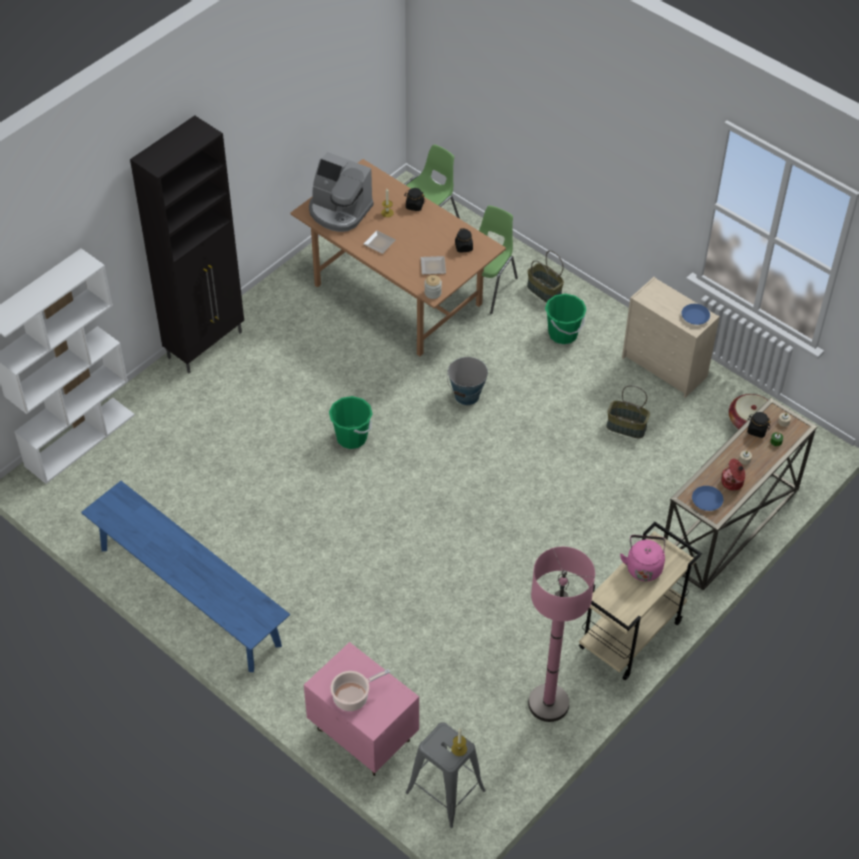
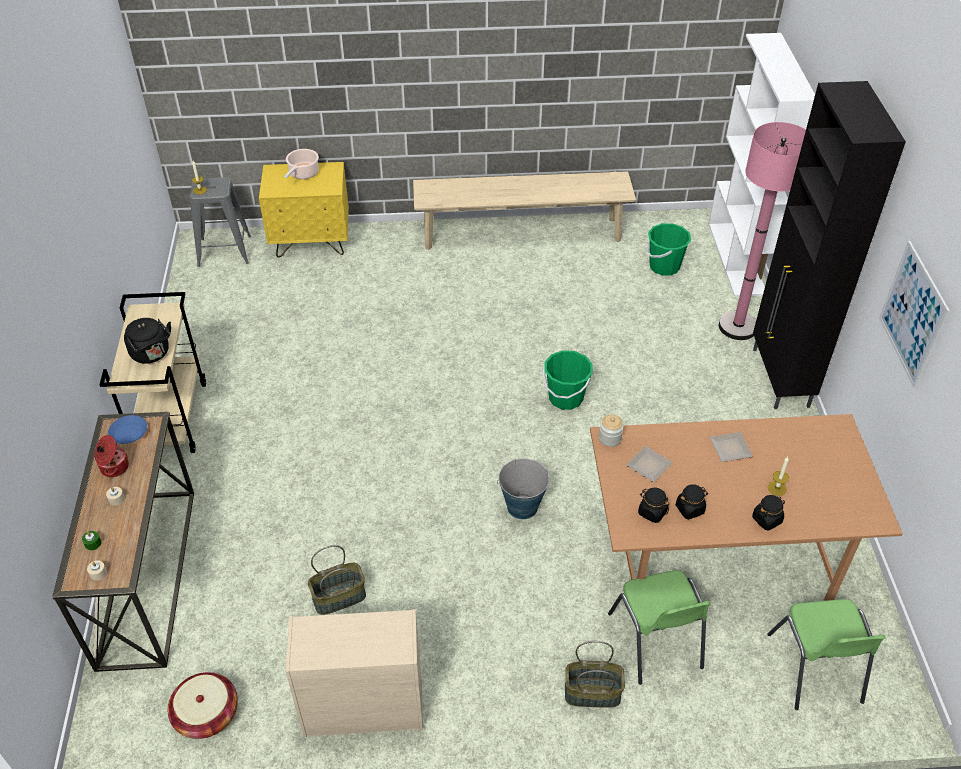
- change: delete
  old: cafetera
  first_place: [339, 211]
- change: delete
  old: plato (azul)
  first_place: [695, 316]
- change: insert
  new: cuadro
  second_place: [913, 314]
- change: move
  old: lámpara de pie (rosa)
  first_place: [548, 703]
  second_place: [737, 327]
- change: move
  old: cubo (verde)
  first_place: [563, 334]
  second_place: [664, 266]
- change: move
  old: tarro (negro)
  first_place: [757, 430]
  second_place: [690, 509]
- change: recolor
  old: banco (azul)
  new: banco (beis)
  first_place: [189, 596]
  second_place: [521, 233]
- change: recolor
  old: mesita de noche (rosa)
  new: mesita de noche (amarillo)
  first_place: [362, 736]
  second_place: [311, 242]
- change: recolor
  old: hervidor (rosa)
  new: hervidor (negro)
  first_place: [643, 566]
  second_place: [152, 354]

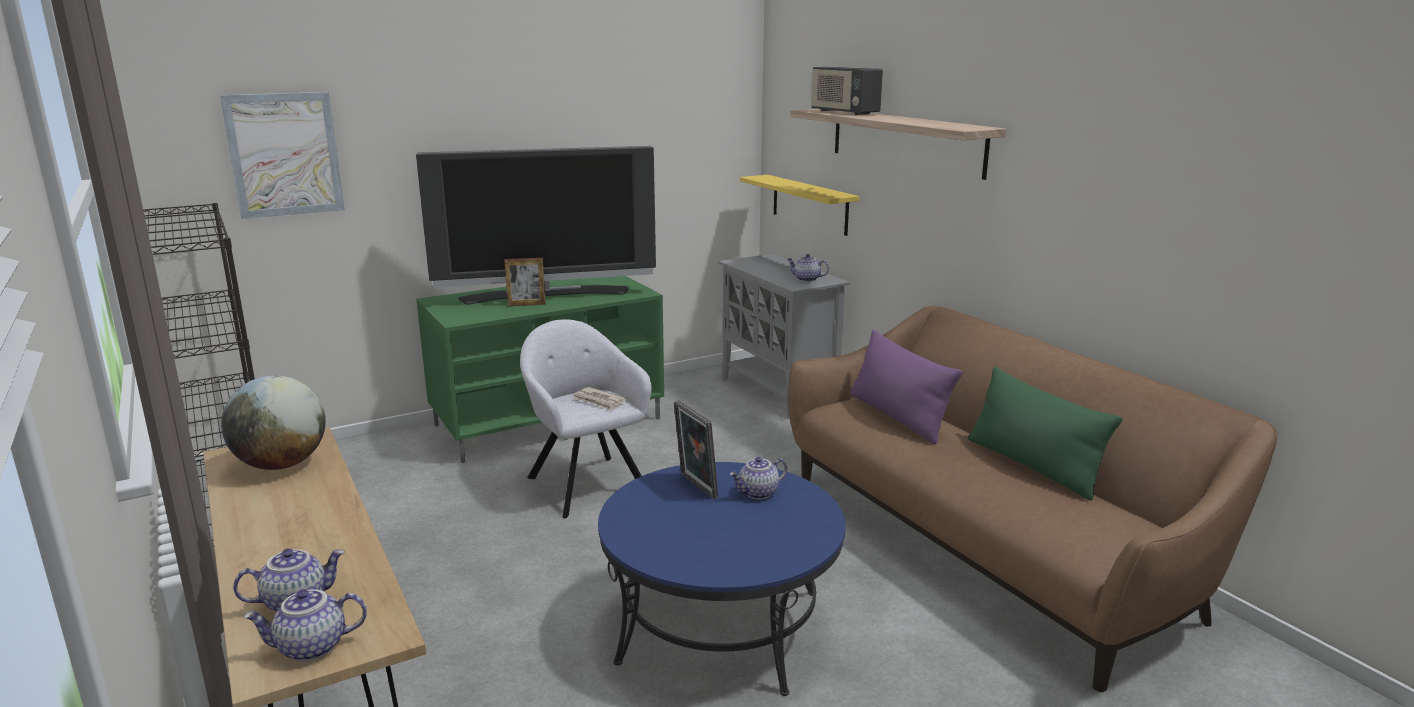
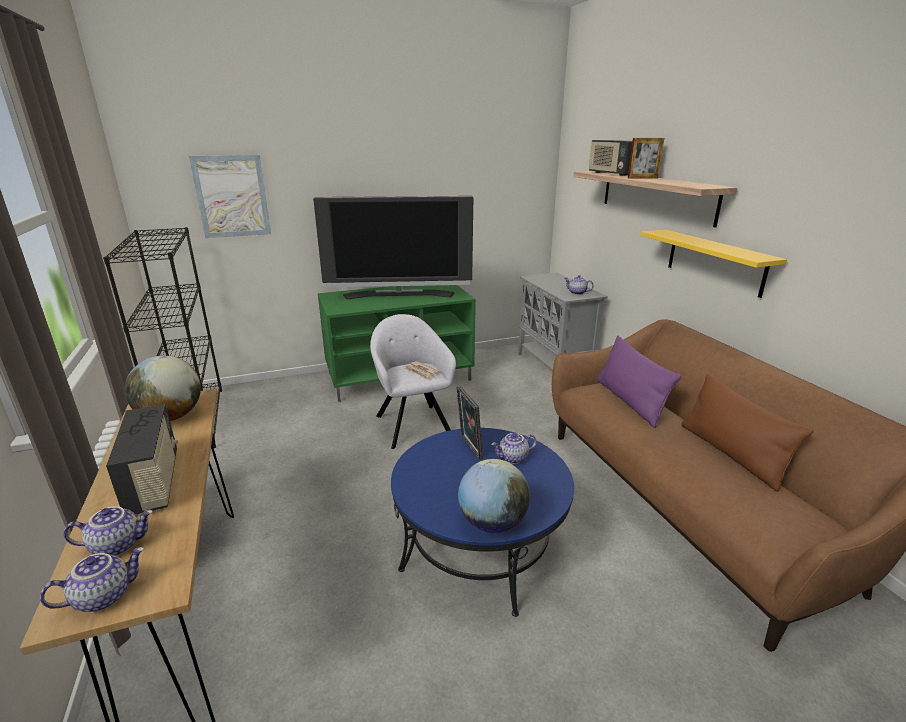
- change: insert
  new: radio
  second_place: [155, 482]
- change: insert
  new: globo terráqueo
  second_place: [492, 522]
- change: move
  old: portarretratos
  first_place: [526, 304]
  second_place: [642, 178]
- change: move
  old: estante (amarillo)
  first_place: [809, 204]
  second_place: [714, 262]
- change: recolor
  old: cojín (verde)
  new: cojín (marrón)
  first_place: [1032, 466]
  second_place: [731, 454]
- change: rotate
  old: tetera
  first_place: [311, 648]
  second_place: [104, 596]
  degrees: 150

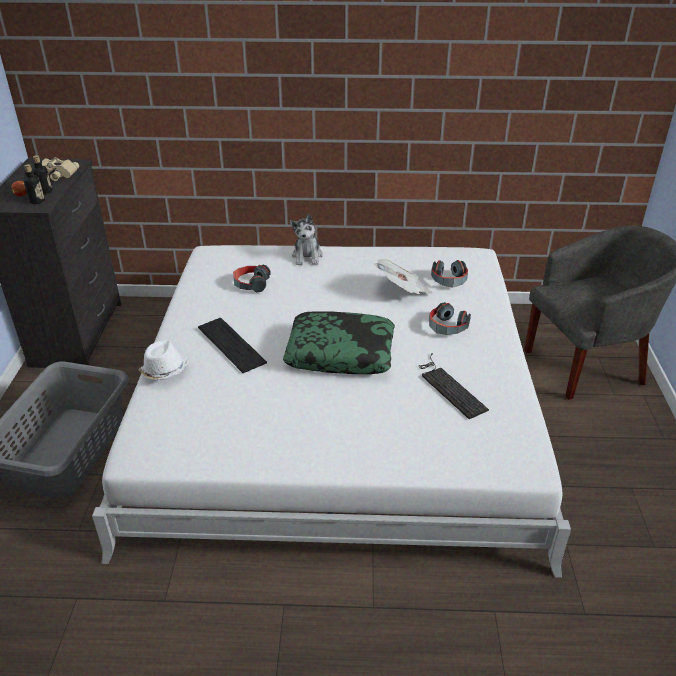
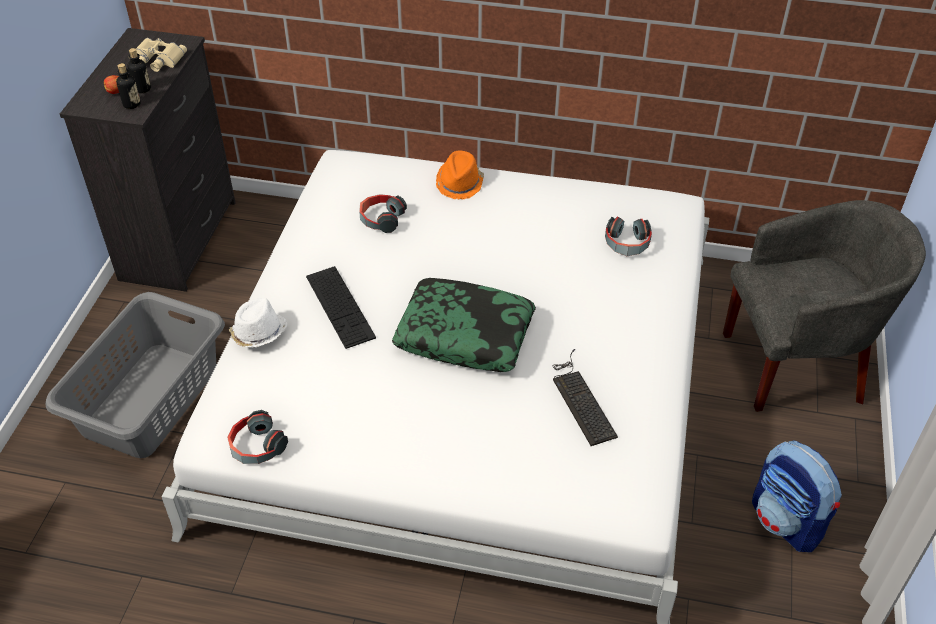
- change: delete
  old: periódico
  first_place: [402, 291]
- change: insert
  new: mochila
  second_place: [787, 522]
- change: move
  old: auriculares
  first_place: [447, 327]
  second_place: [256, 446]
- change: replace
  old: peluche
  new: sombrero (naranja)
  first_place: [307, 256]
  second_place: [460, 183]

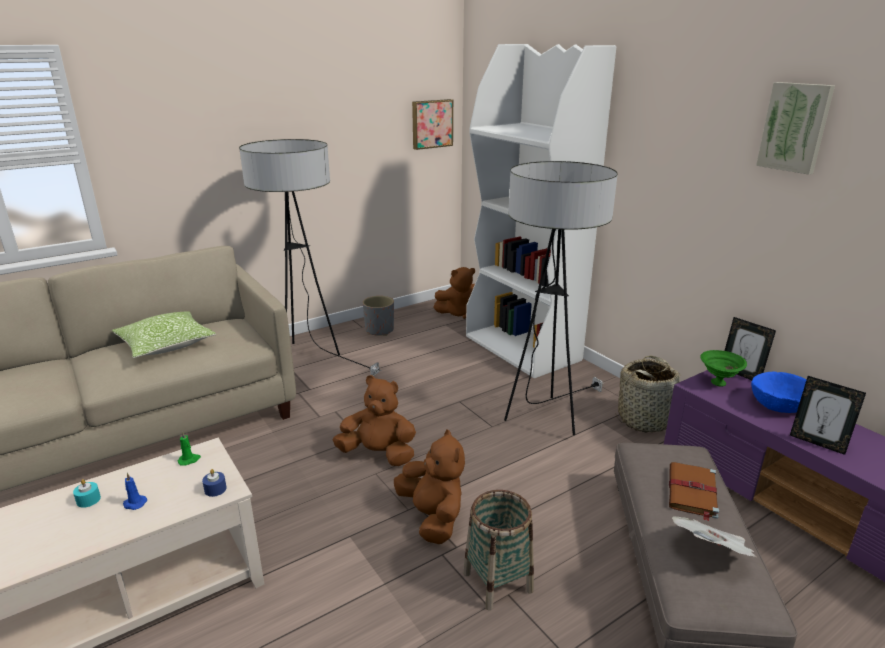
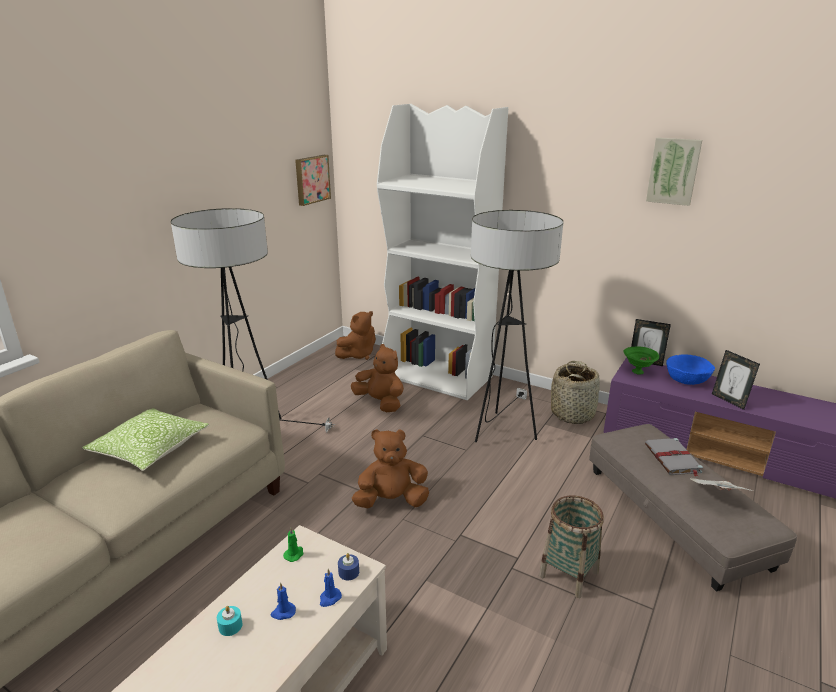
- change: delete
  old: maceta (gris)
  first_place: [379, 330]
- change: insert
  new: vela (azul)
  second_place: [329, 598]
- change: move
  old: peluche (marrón)
  first_place: [433, 517]
  second_place: [380, 403]
- change: recolor
  old: libro (marrón)
  new: libro (gris)
  first_place: [692, 492]
  second_place: [673, 459]
- change: rotate
  old: portarretratos
  first_place: [817, 443]
  second_place: [729, 401]
  degrees: 45

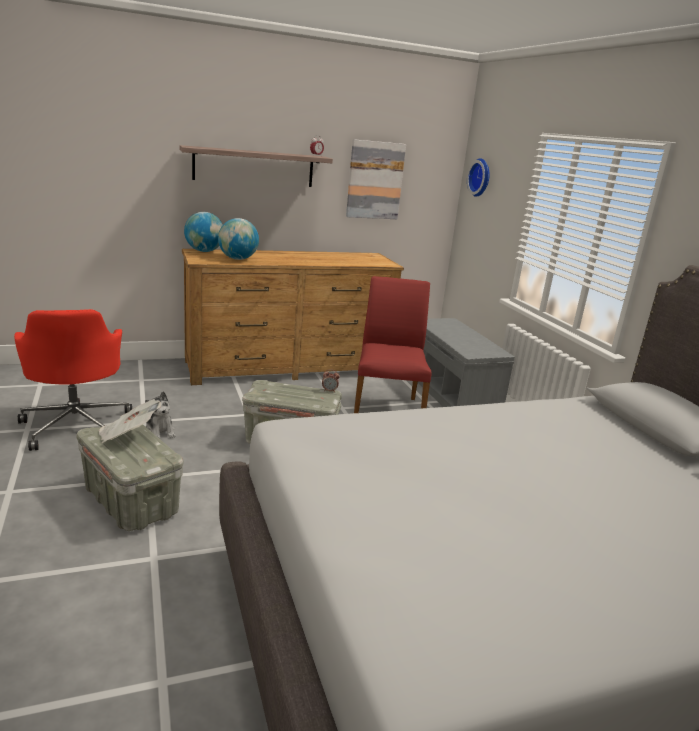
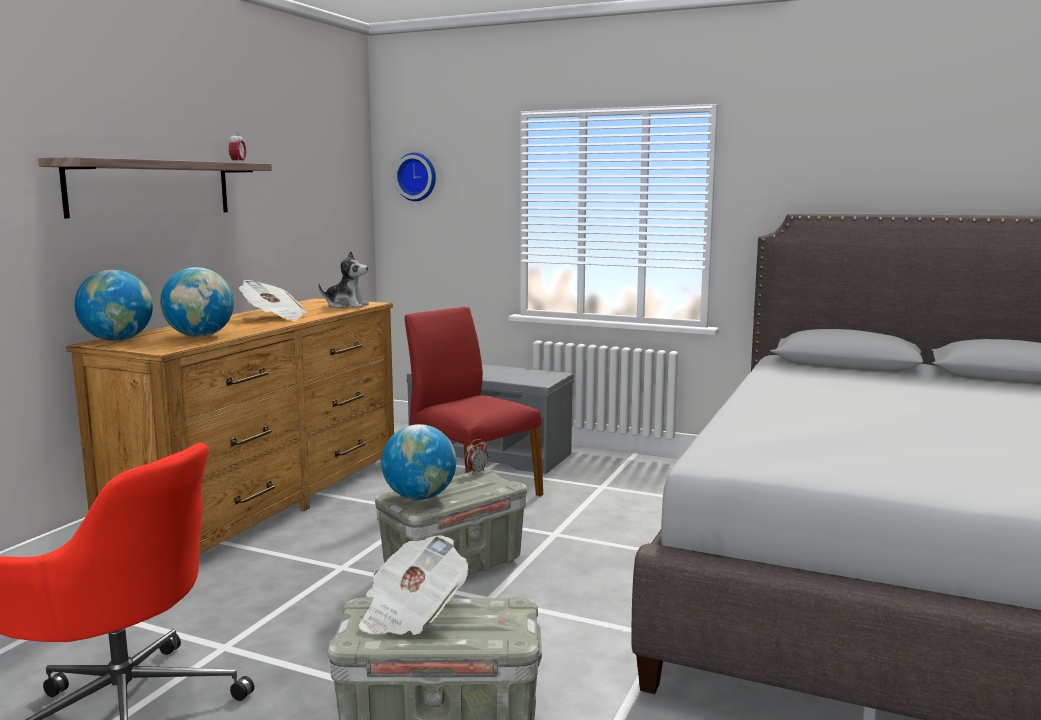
- change: delete
  old: cuadro
  first_place: [375, 180]
- change: insert
  new: periódico
  second_place: [274, 318]
- change: insert
  new: globo terráqueo
  second_place: [419, 497]
- change: move
  old: peluche
  first_place: [160, 432]
  second_place: [346, 306]

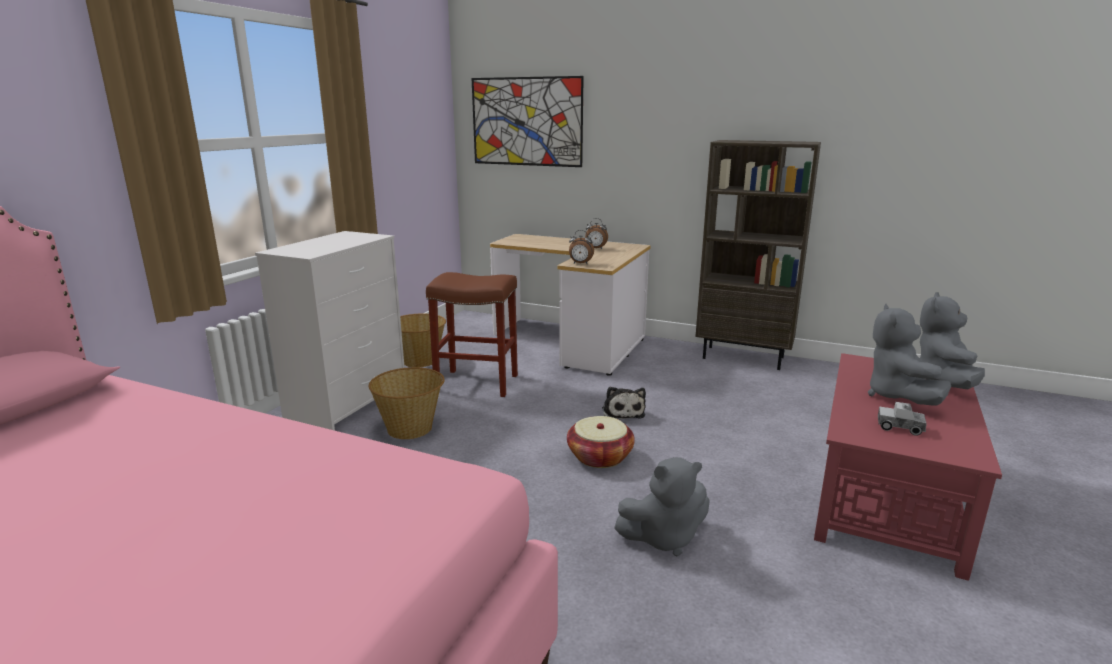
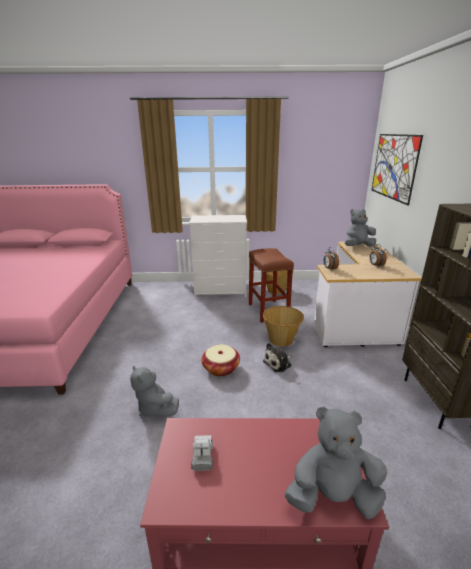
- change: move
  old: cesta
  first_place: [410, 428]
  second_place: [281, 339]
- change: move
  old: peluche (gris)
  first_place: [897, 396]
  second_place: [358, 247]

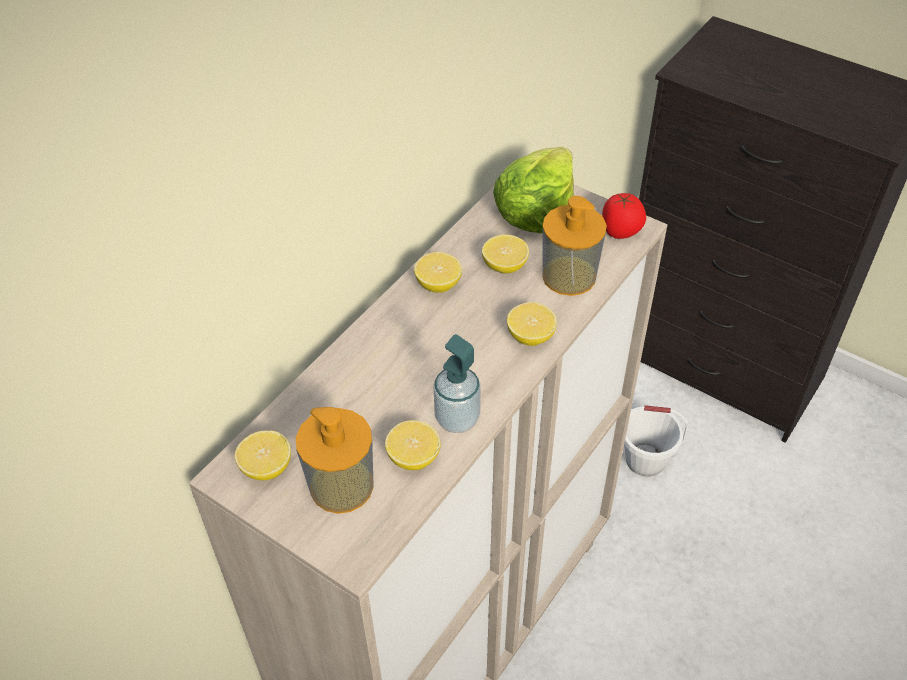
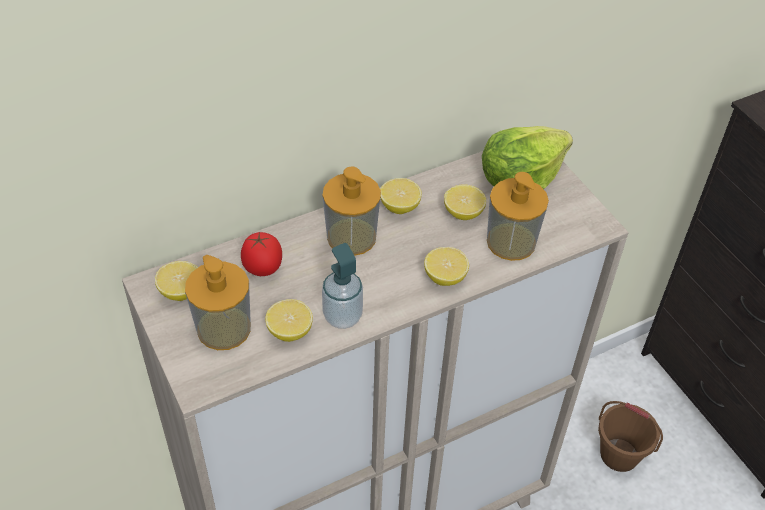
- change: insert
  new: dispensador de jabón
  second_place: [351, 237]
- change: move
  old: tomate
  first_place: [621, 232]
  second_place: [263, 269]
- change: recolor
  old: cubo (blanco)
  new: cubo (marrón)
  first_place: [645, 459]
  second_place: [619, 454]

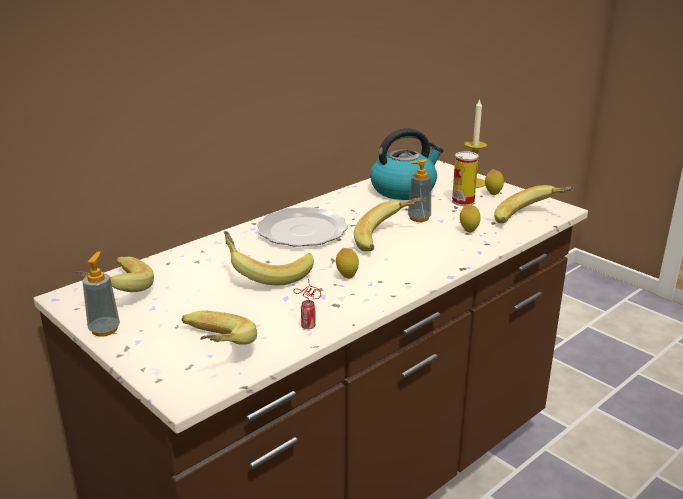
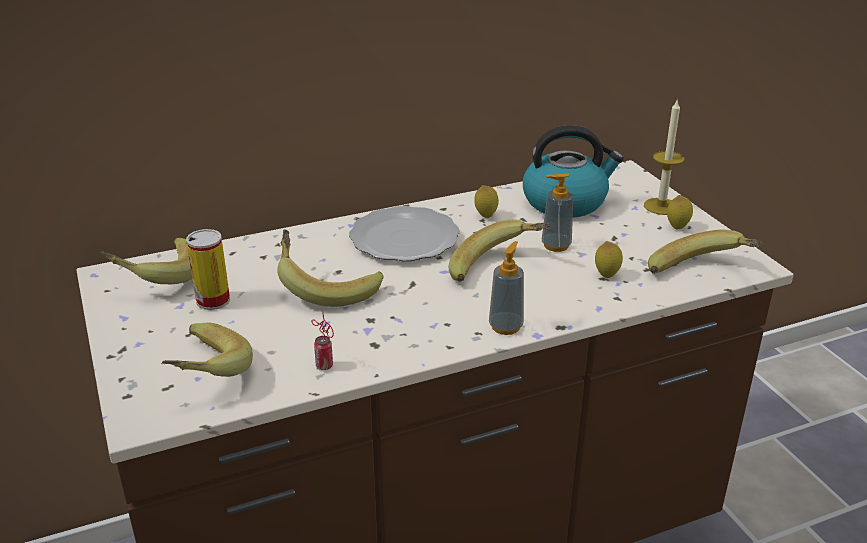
- change: move
  old: dispensador de jabón
  first_place: [104, 329]
  second_place: [506, 326]
- change: move
  old: limón
  first_place: [347, 276]
  second_place: [485, 216]
- change: move
  old: lata
  first_place: [463, 201]
  second_place: [213, 300]

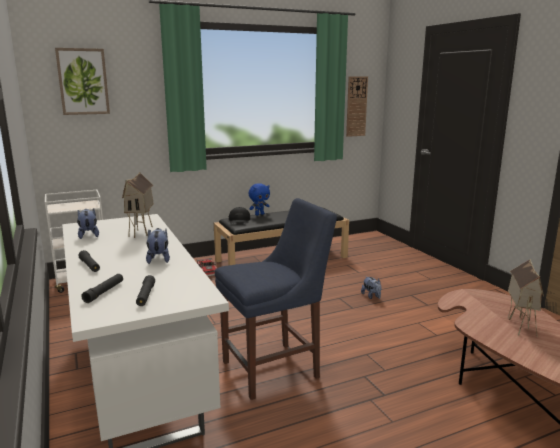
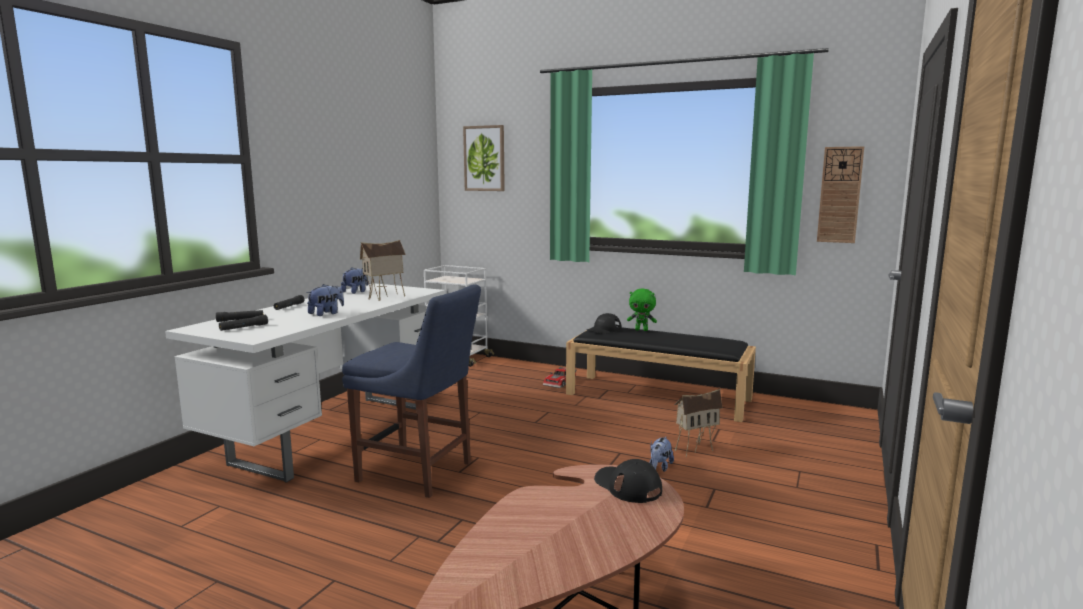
- change: insert
  new: gorra (negro)
  second_place: [627, 486]
- change: move
  old: casita
  first_place: [519, 325]
  second_place: [695, 449]
- change: recolor
  old: peluche (azul)
  new: peluche (verde)
  first_place: [259, 214]
  second_place: [641, 330]

